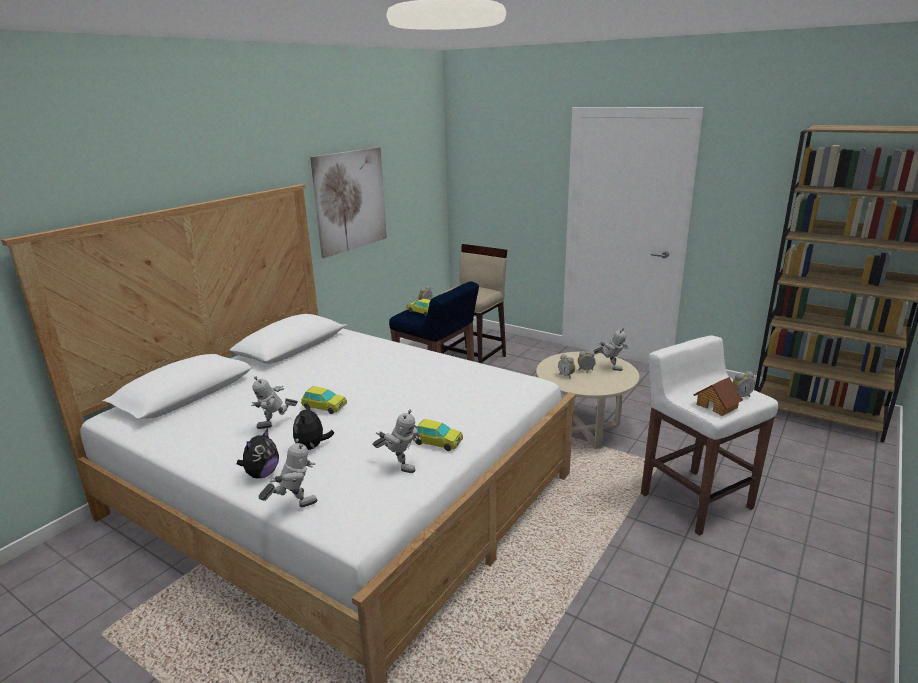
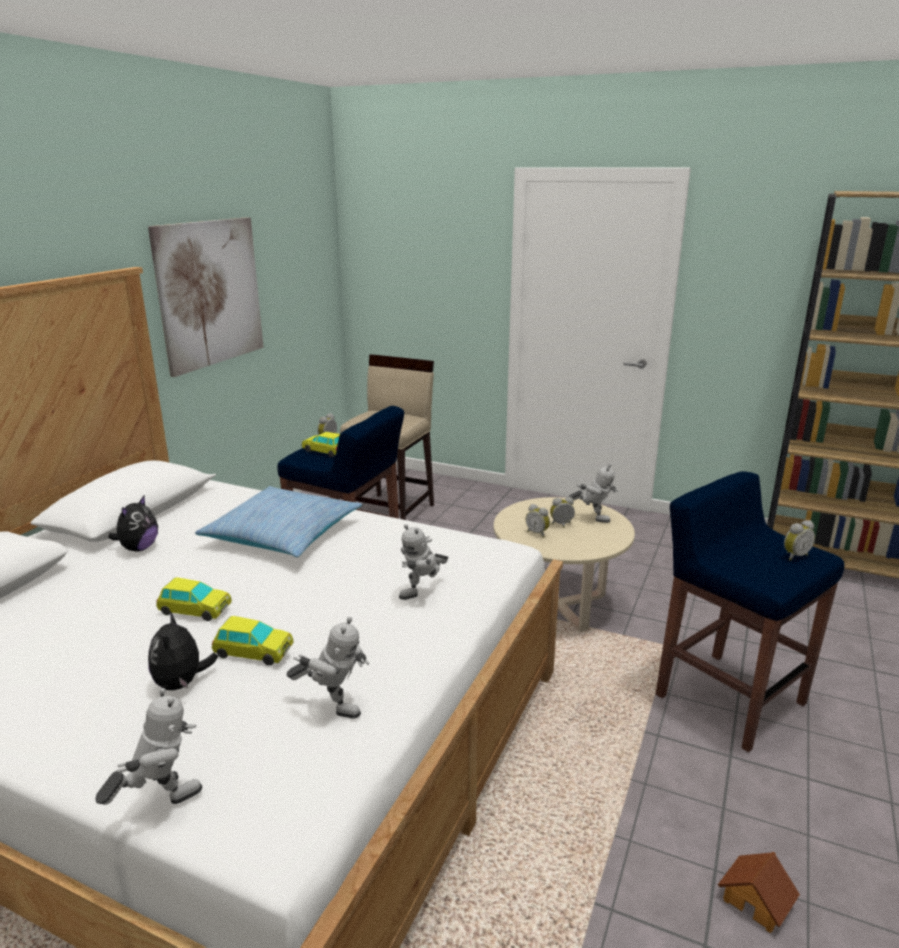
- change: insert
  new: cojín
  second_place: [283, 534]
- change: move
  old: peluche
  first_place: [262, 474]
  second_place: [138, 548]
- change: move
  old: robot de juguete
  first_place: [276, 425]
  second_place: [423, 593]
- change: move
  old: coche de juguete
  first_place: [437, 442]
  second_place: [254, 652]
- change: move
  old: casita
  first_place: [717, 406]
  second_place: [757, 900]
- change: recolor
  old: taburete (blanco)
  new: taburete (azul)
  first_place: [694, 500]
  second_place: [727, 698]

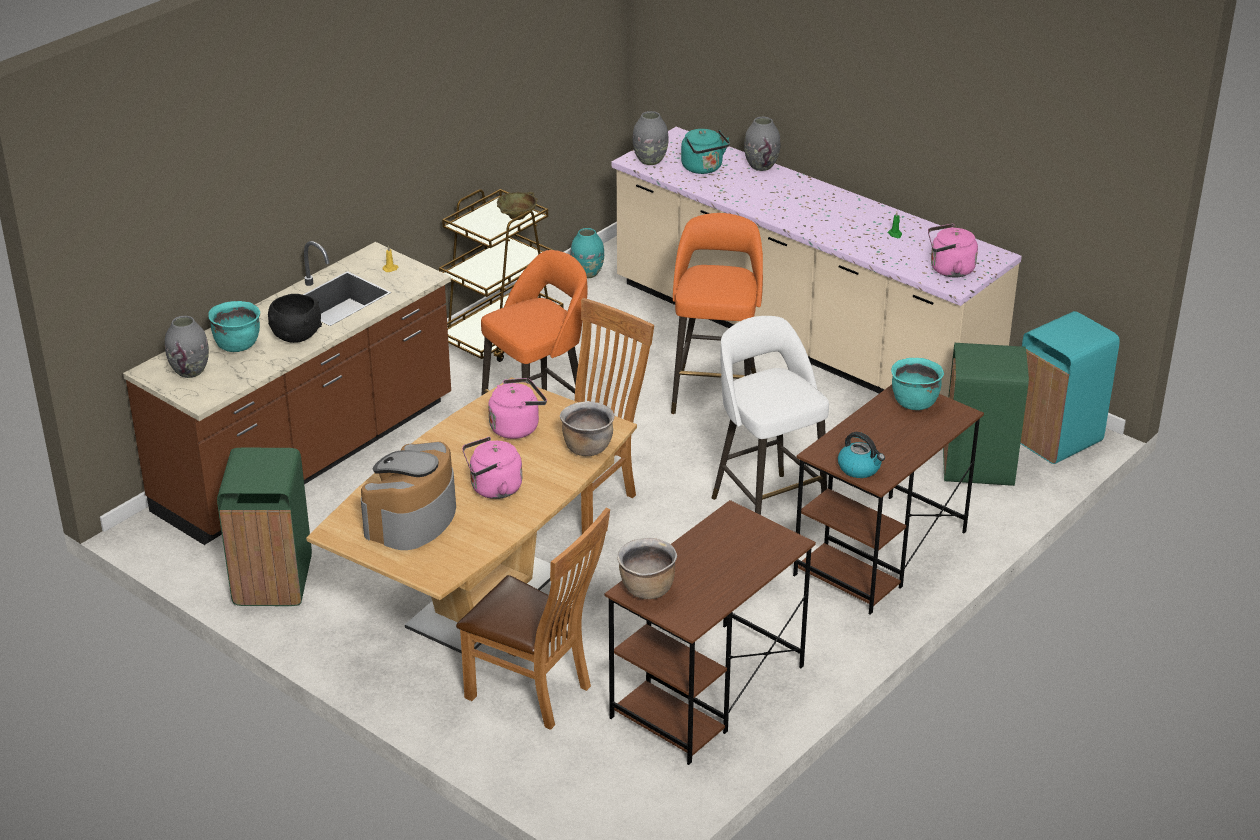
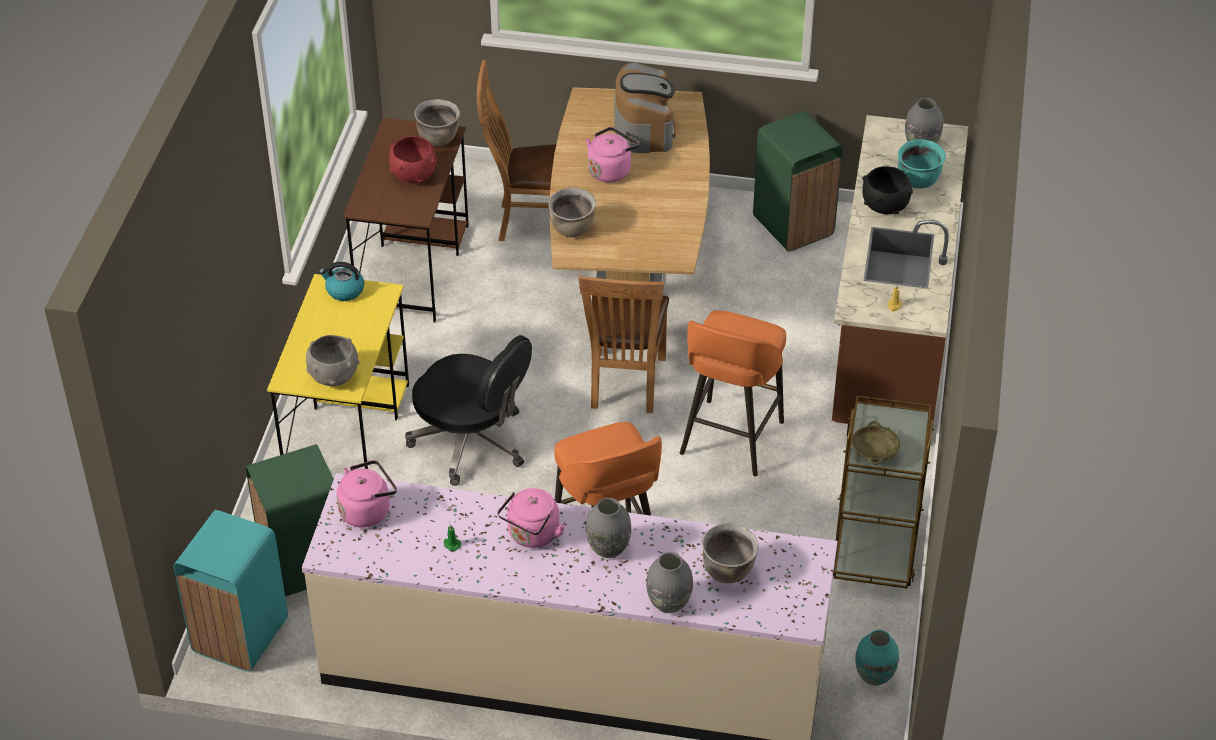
- change: insert
  new: cuenco (rojo)
  second_place: [414, 175]
- change: move
  old: hervidor (rosa)
  first_place: [517, 427]
  second_place: [532, 535]
- change: move
  old: florero (gris)
  first_place: [650, 161]
  second_place: [607, 548]
- change: replace
  old: hervidor (turquesa)
  new: olla (marrón)
  first_place: [703, 168]
  second_place: [728, 571]
- change: replace
  old: taburete (blanco)
  new: silla de oficina (negro)
  first_place: [767, 506]
  second_place: [472, 442]
- change: replace
  old: olla (turquesa)
  new: cuenco (gris)
  first_place: [914, 402]
  second_place: [333, 376]
- change: recolor
  old: escritorio (marrón)
  new: escritorio (amarillo)
  first_place: [880, 554]
  second_place: [348, 432]

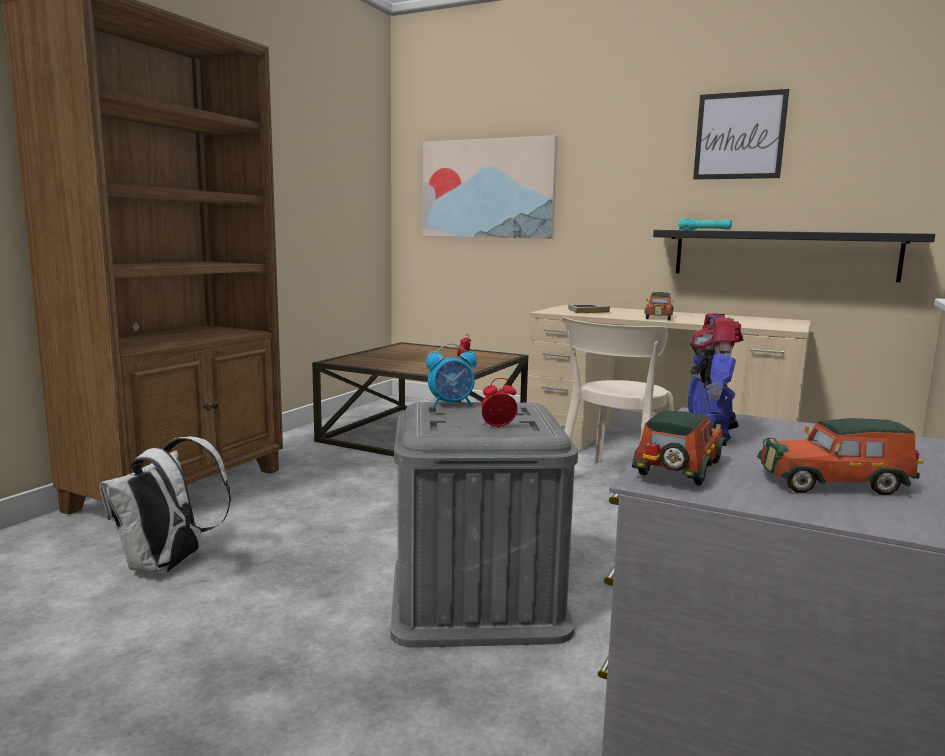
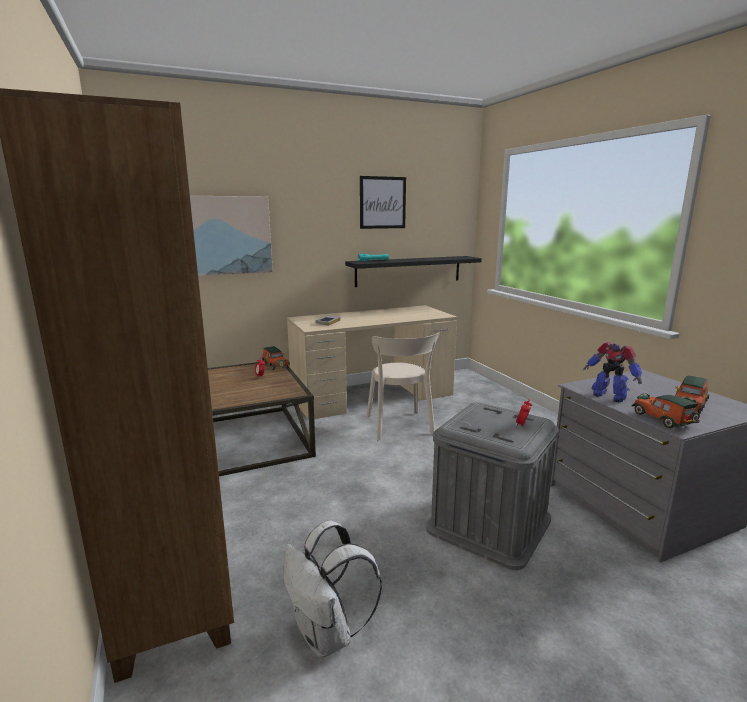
- change: delete
  old: despertador
  first_place: [451, 404]
- change: move
  old: coche de juguete
  first_place: [658, 317]
  second_place: [275, 365]

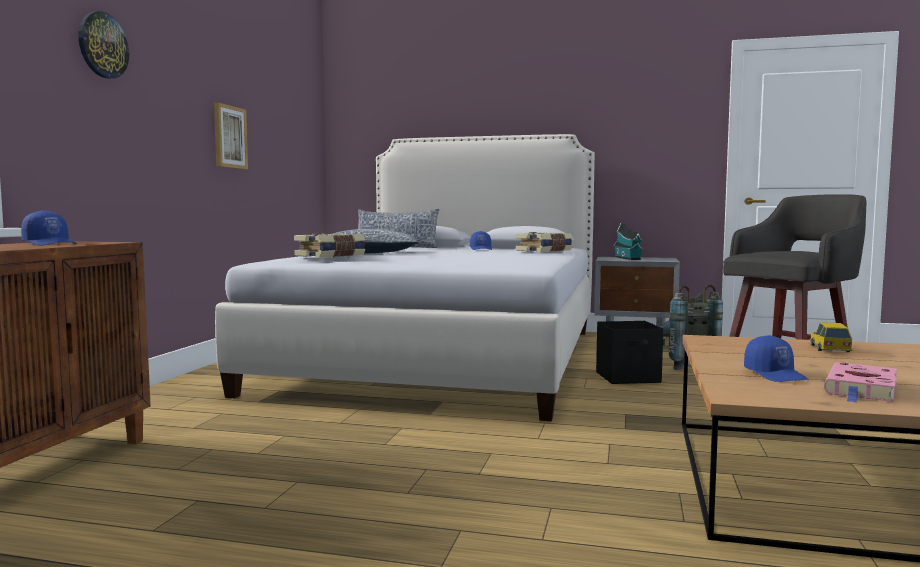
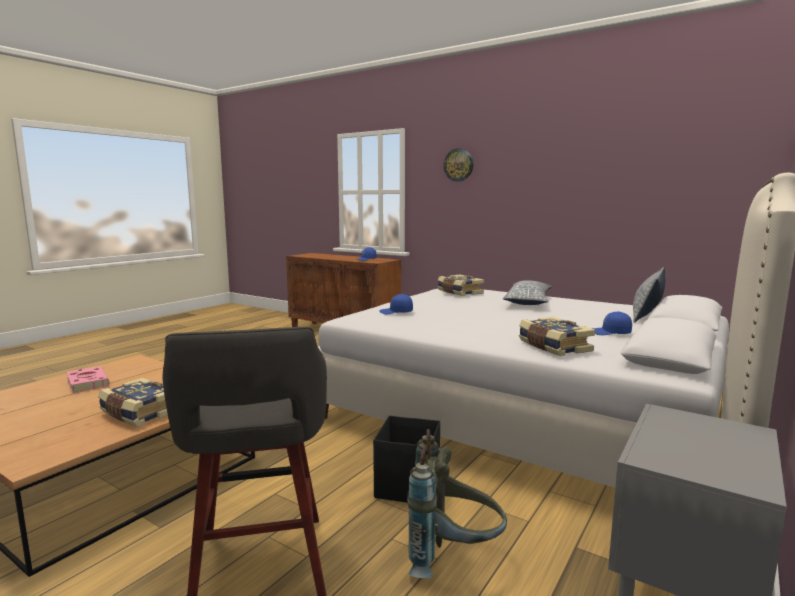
- change: delete
  old: cuadro
  first_place: [229, 137]
- change: delete
  old: casita
  first_place: [628, 258]
- change: move
  old: gorra (azul)
  first_place: [776, 375]
  second_place: [396, 312]
- change: replace
  old: coche de juguete
  new: libro
  first_place: [829, 348]
  second_place: [138, 414]

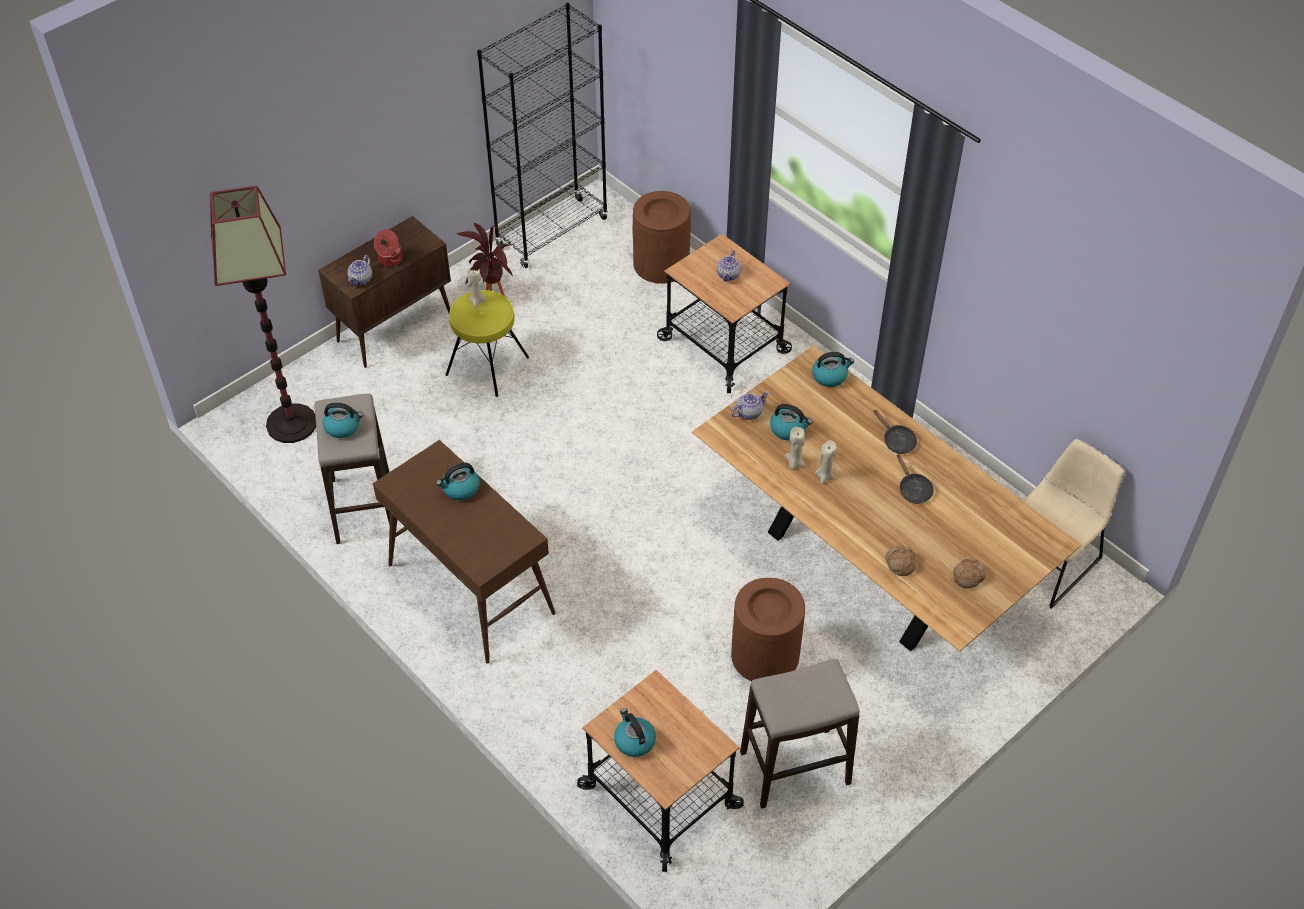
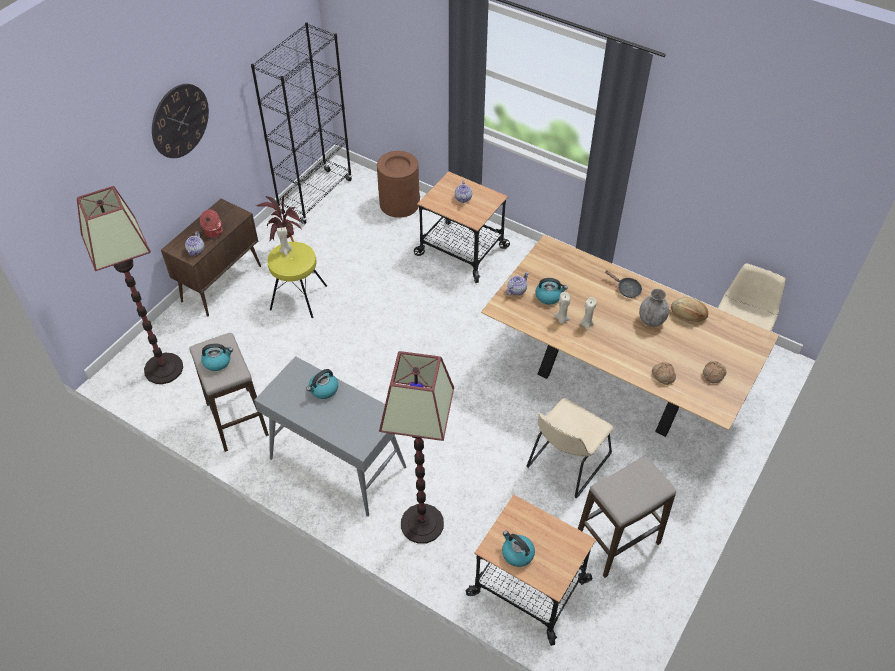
- change: delete
  old: hervidor
  first_place: [830, 376]
- change: insert
  new: reloj de pared
  second_place: [180, 121]
- change: insert
  new: lámpara de pie
  second_place: [421, 524]
- change: insert
  new: pan
  second_place: [688, 314]
- change: replace
  old: papelera (marrón)
  new: silla (beis)
  first_place: [764, 655]
  second_place: [566, 463]
- change: replace
  old: sartén (negro)
  new: florero (gris)
  first_place: [913, 489]
  second_place: [651, 321]
- change: recolor
  old: mesa consola (marrón)
  new: mesa consola (gris)
  first_place: [470, 589]
  second_place: [337, 463]

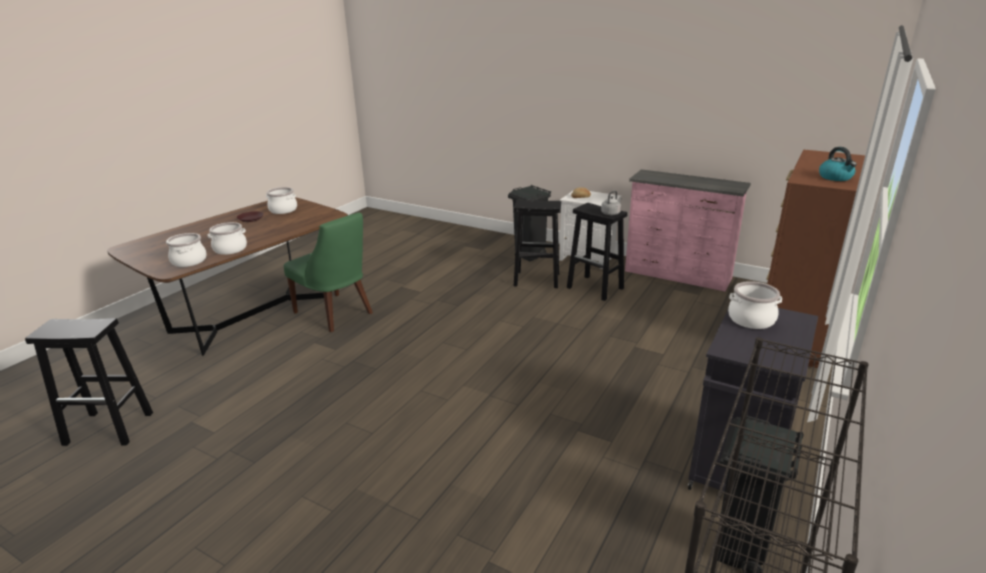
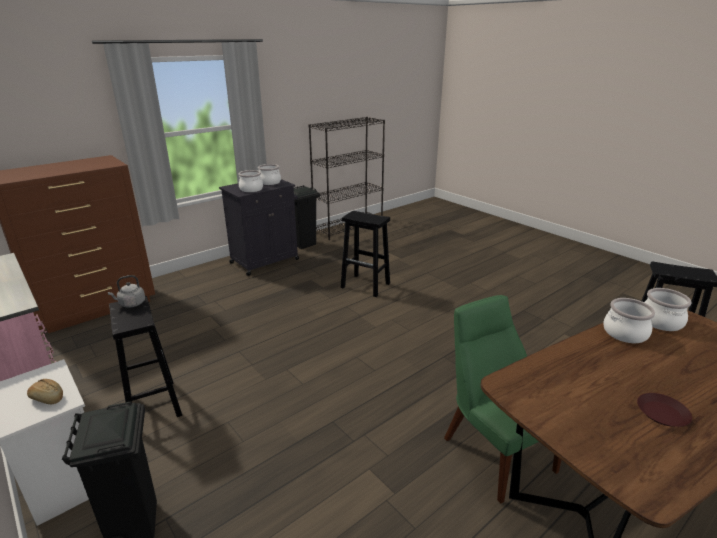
- change: delete
  old: hervidor
  first_place: [836, 177]
- change: move
  old: olla
  first_place: [283, 210]
  second_place: [269, 182]
- change: move
  old: taburete (negro)
  first_place: [535, 279]
  second_place: [366, 285]

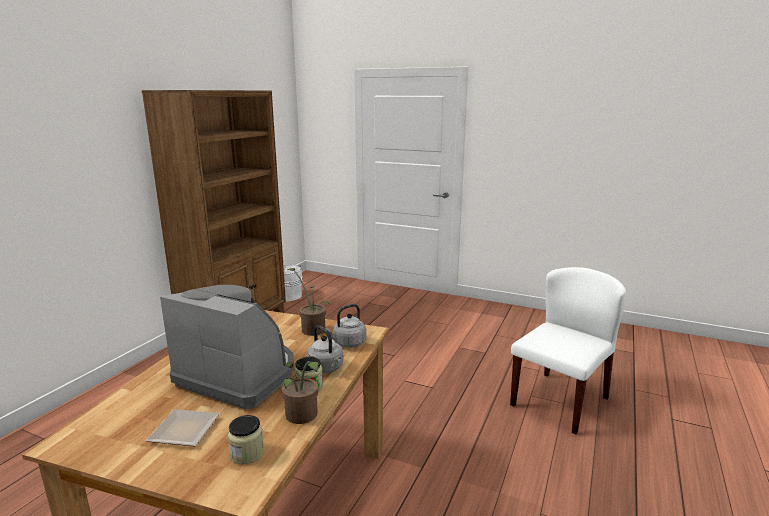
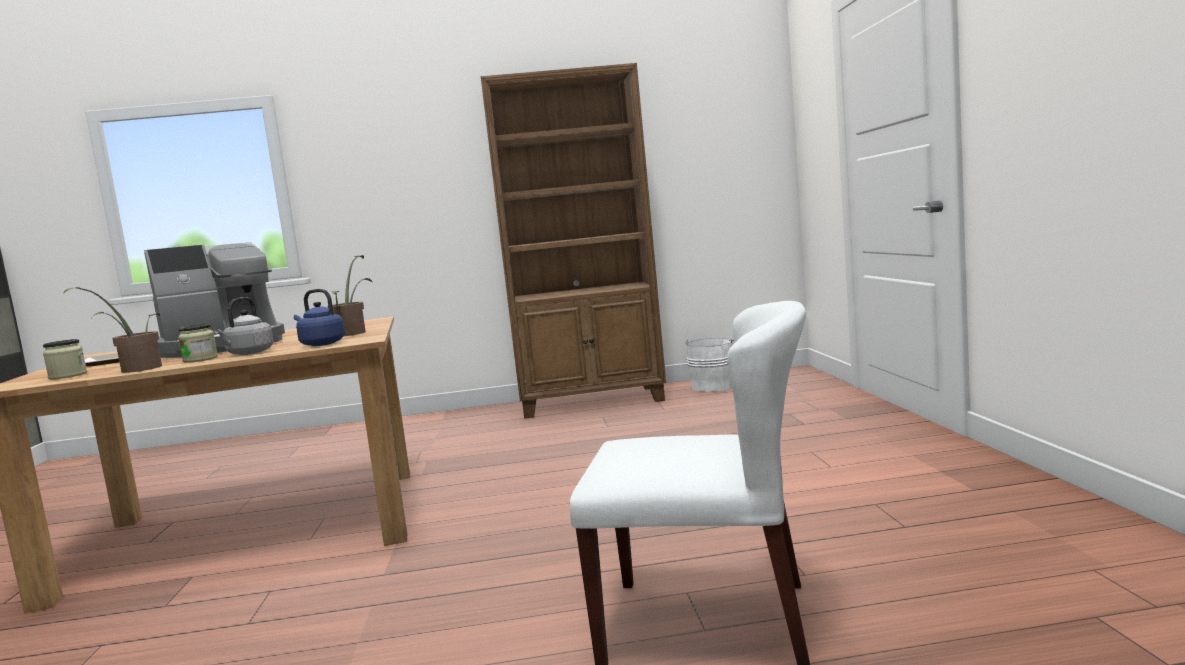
- change: recolor
  old: hervidor (gris)
  new: hervidor (azul)
  first_place: [348, 343]
  second_place: [320, 344]
- change: rotate
  old: cafetera
  first_place: [239, 375]
  second_place: [223, 346]
  degrees: 60

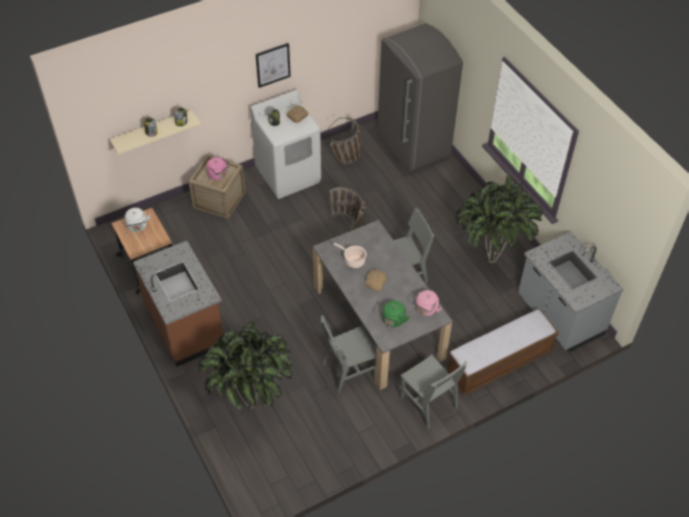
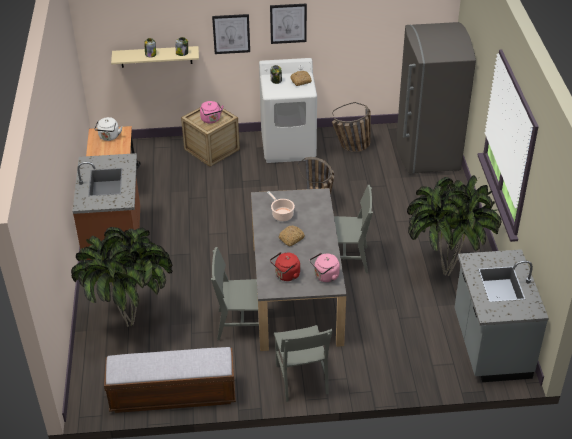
- change: insert
  new: cuadro
  second_place: [231, 33]
- change: move
  old: banco
  first_place: [498, 363]
  second_place: [172, 395]
- change: recolor
  old: hervidor (verde)
  new: hervidor (rojo)
  first_place: [393, 320]
  second_place: [286, 275]

